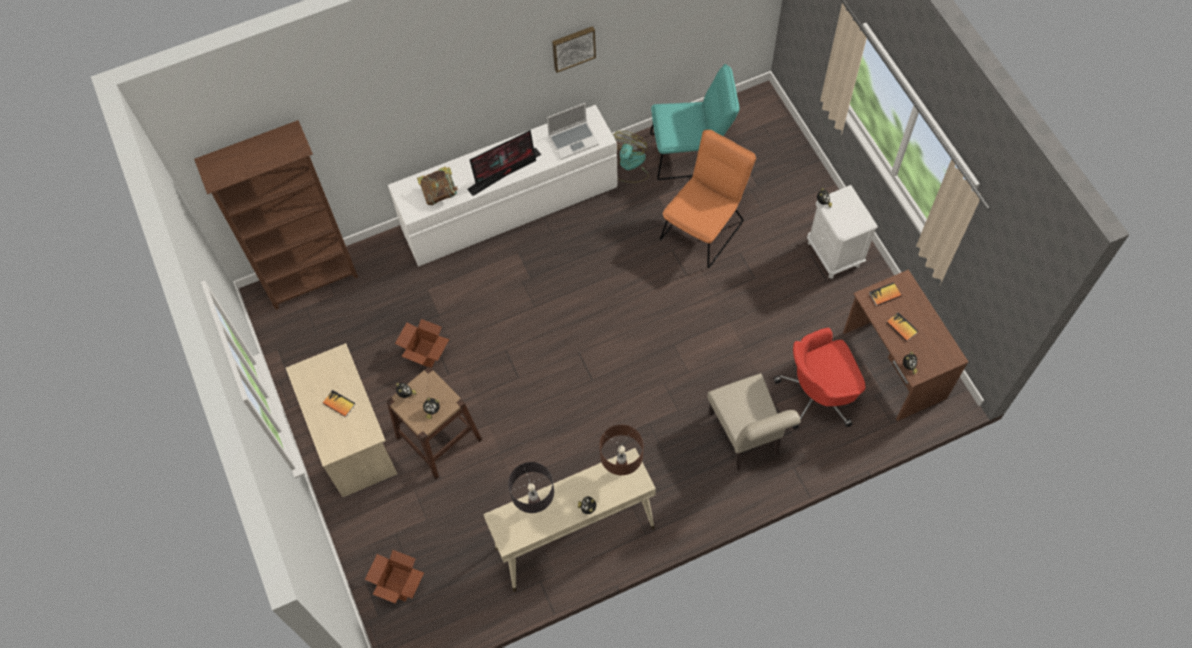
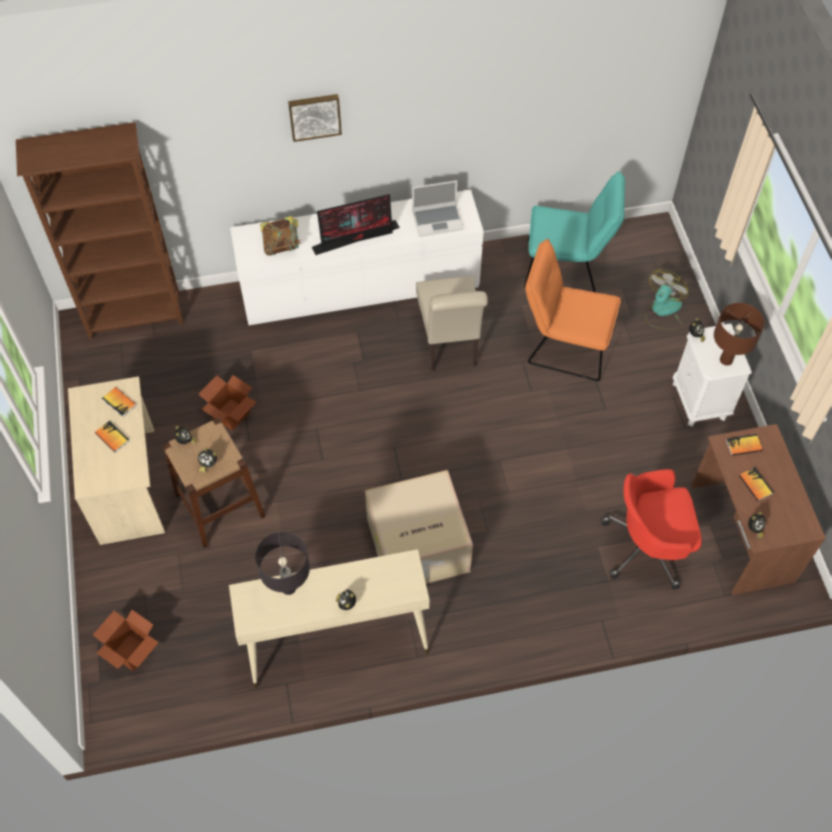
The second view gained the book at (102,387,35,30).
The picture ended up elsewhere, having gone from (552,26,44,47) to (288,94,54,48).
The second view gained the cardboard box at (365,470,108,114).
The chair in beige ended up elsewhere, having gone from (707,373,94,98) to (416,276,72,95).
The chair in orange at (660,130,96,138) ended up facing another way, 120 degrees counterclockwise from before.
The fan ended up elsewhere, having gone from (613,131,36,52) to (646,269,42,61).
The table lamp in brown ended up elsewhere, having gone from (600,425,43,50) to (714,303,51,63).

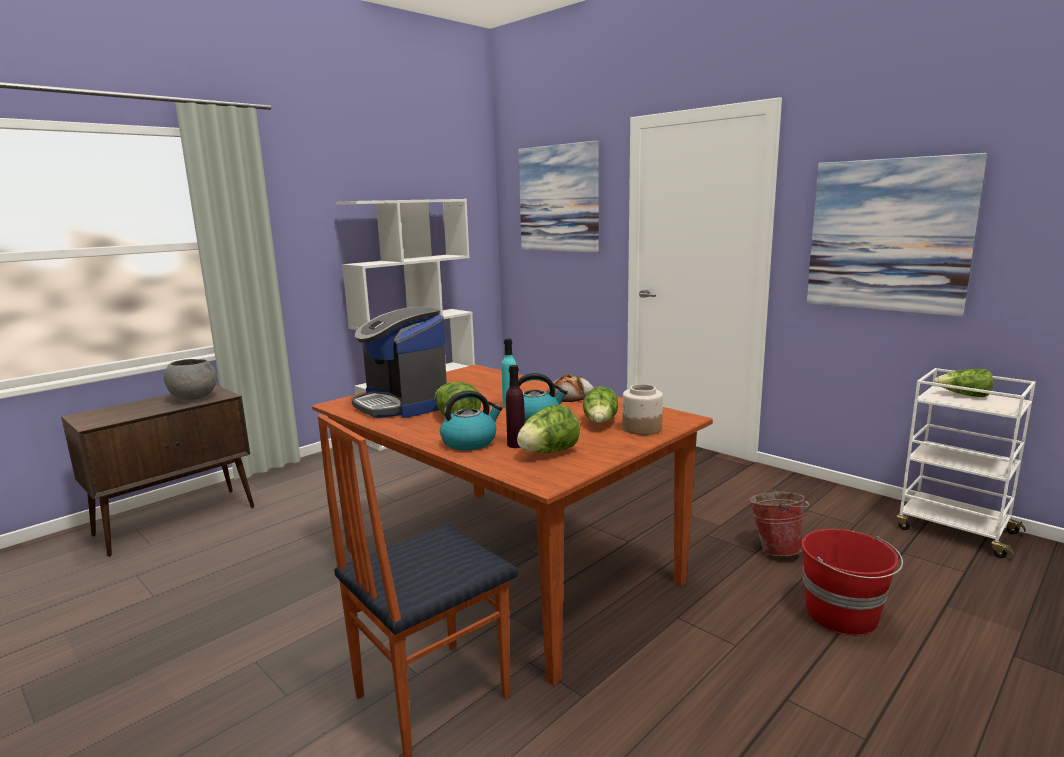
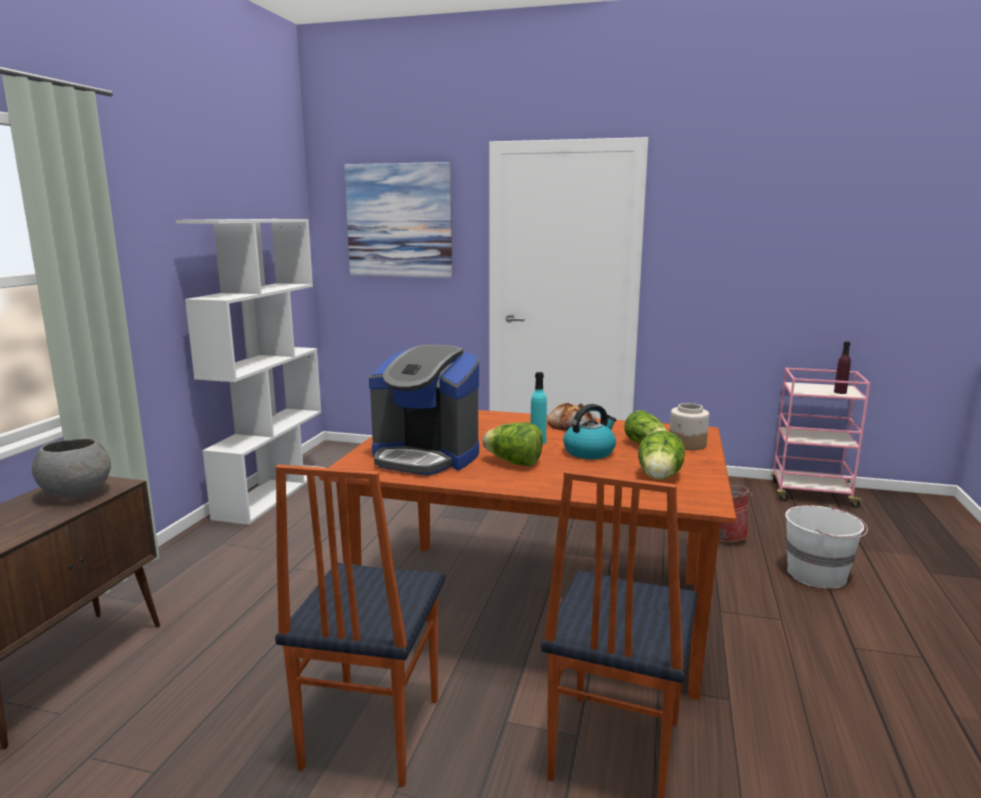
The second view gained the chair at (275,464,170,323).
What was the cart in white at (896,368,140,190) turned into the cart in pink at (771,368,99,140).
What was the bucket in red at (801,529,102,106) turned into the bucket in white at (785,505,83,84).
The bottle in purple ended up elsewhere, having gone from (506,365,19,83) to (834,341,17,53).
The second view lost the kettle at (440,390,62,60).
The second view lost the picture at (807,153,180,163).
The second view lost the lettuce at (934,369,59,28).

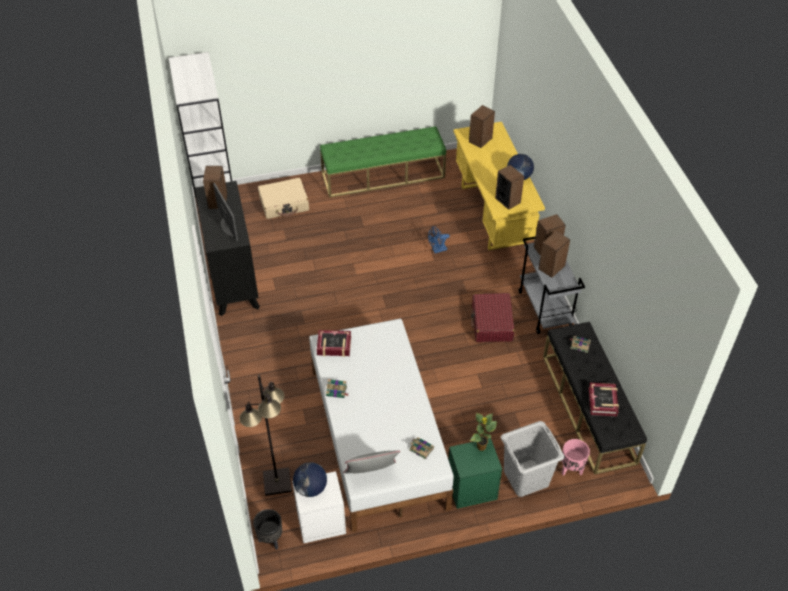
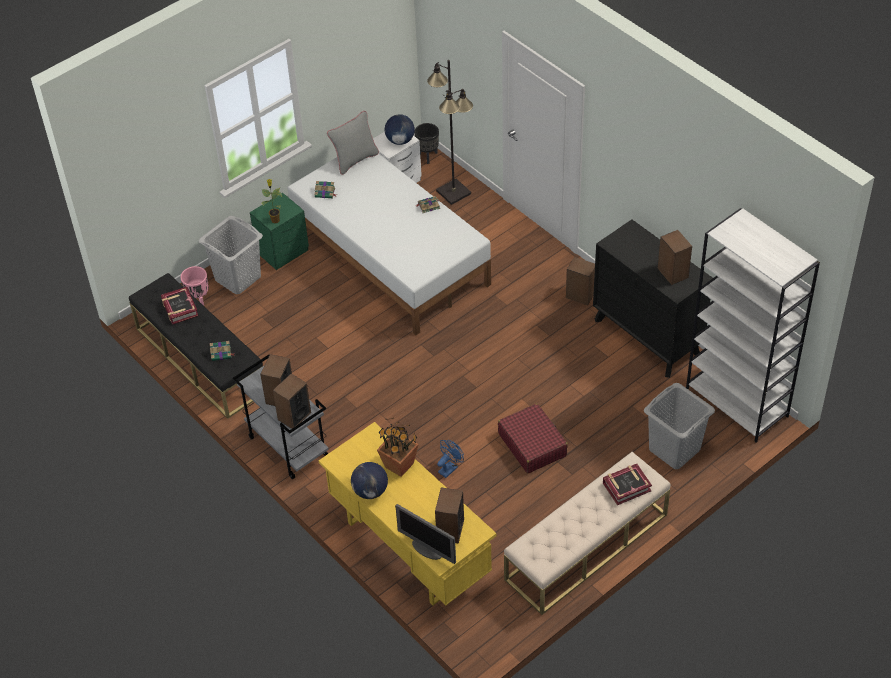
The second view gained the potted plant at (377,418,42,59).
The monitor ended up elsewhere, having gone from (213,183,25,58) to (395,504,61,60).
The suitcase in red ended up elsewhere, having gone from (471,293,44,49) to (498,404,70,69).
What was the bench in green at (320,126,126,72) turned into the bench in beige at (504,452,167,163).
The speaker ended up elsewhere, having gone from (495,165,29,45) to (566,257,29,48).
The book ended up elsewhere, having gone from (317,330,34,27) to (603,464,49,41).
Where the suitcase in beige stood at (258,178,51,41), the laundry basket in grey came to stand at (644,383,71,86).

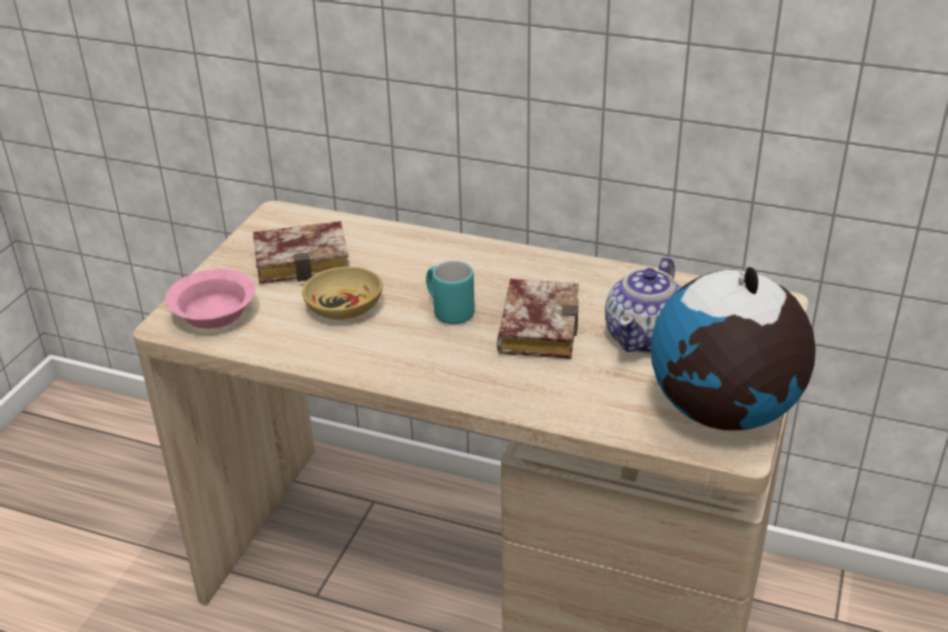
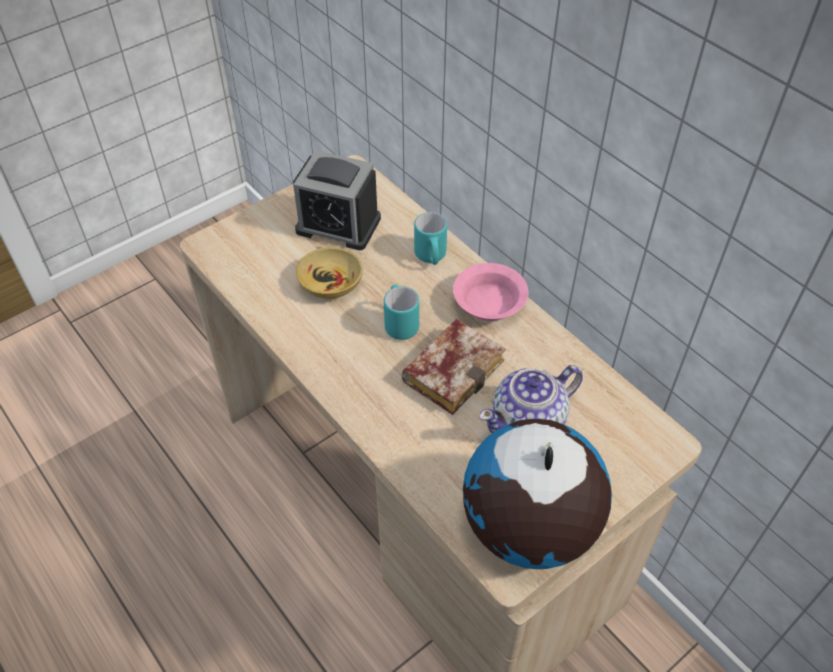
Where the book stood at (253,221,96,63), the alarm clock came to stand at (293,150,88,100).
The second view gained the mug in turquoise at (414,212,33,53).
The bowl in pink ended up elsewhere, having gone from (165,269,90,60) to (453,263,75,58).

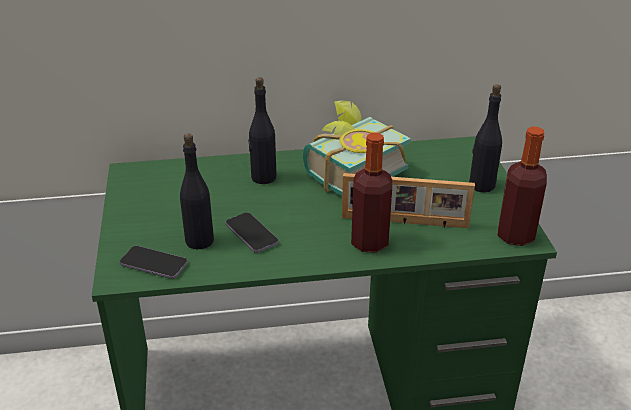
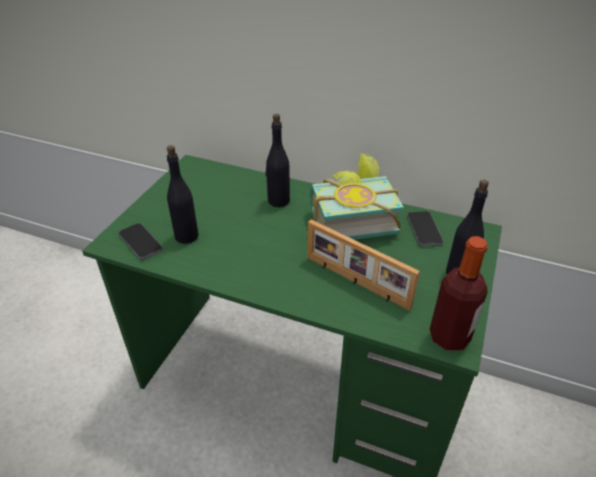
The phone ended up elsewhere, having gone from (226,212,53,41) to (407,211,36,35).
The second view lost the bottle at (351,132,41,121).

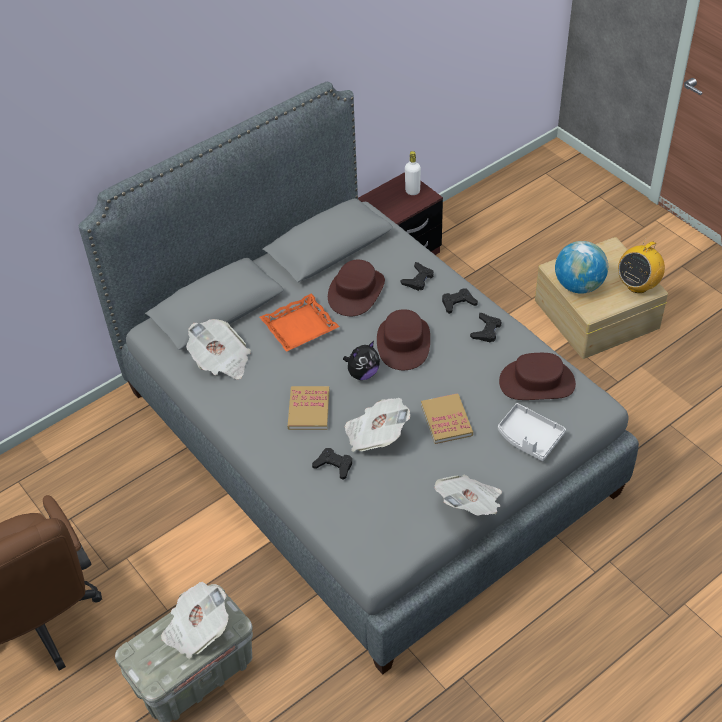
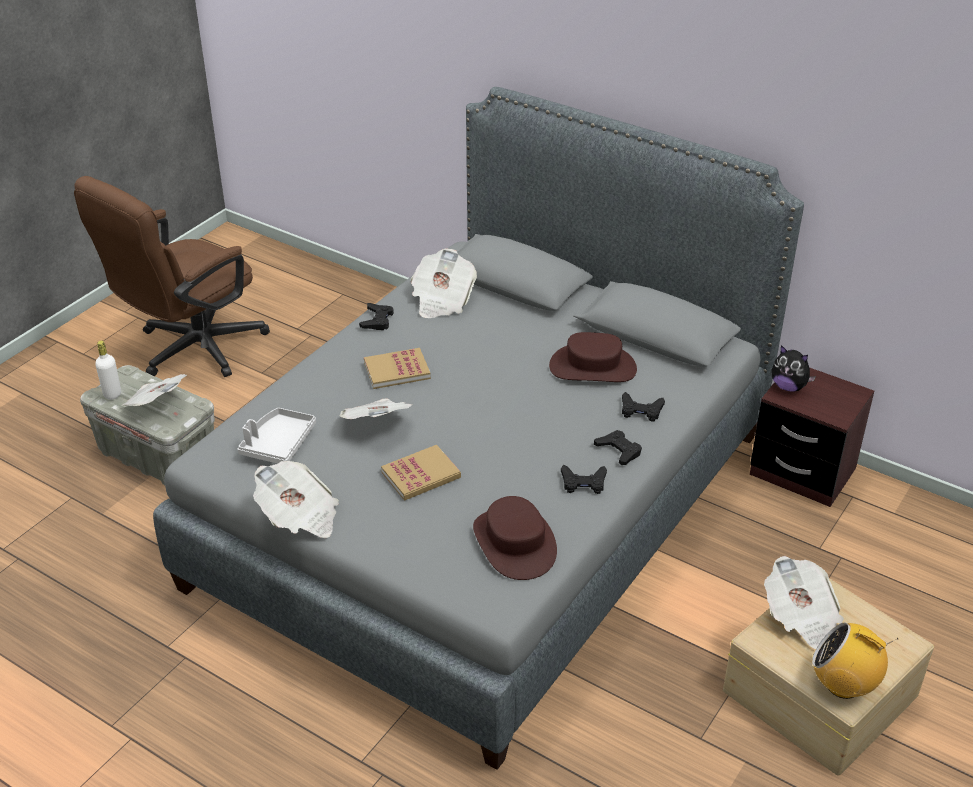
The bottle in white ended up elsewhere, having gone from (405,151,16,44) to (95,340,26,60).
The tray in grey ended up elsewhere, having gone from (498,403,68,58) to (238,408,78,55).
The game controller in black ended up elsewhere, having gone from (312,448,40,32) to (359,303,35,27).
Where the globe stood at (555,241,53,53), the newspaper came to stand at (764,556,80,93).
The plush toy ended up elsewhere, having gone from (343,341,37,39) to (771,345,45,47).
The second view lost the tray in orange at (260,293,79,59).
The second view lost the hat in brown at (377,309,53,61).

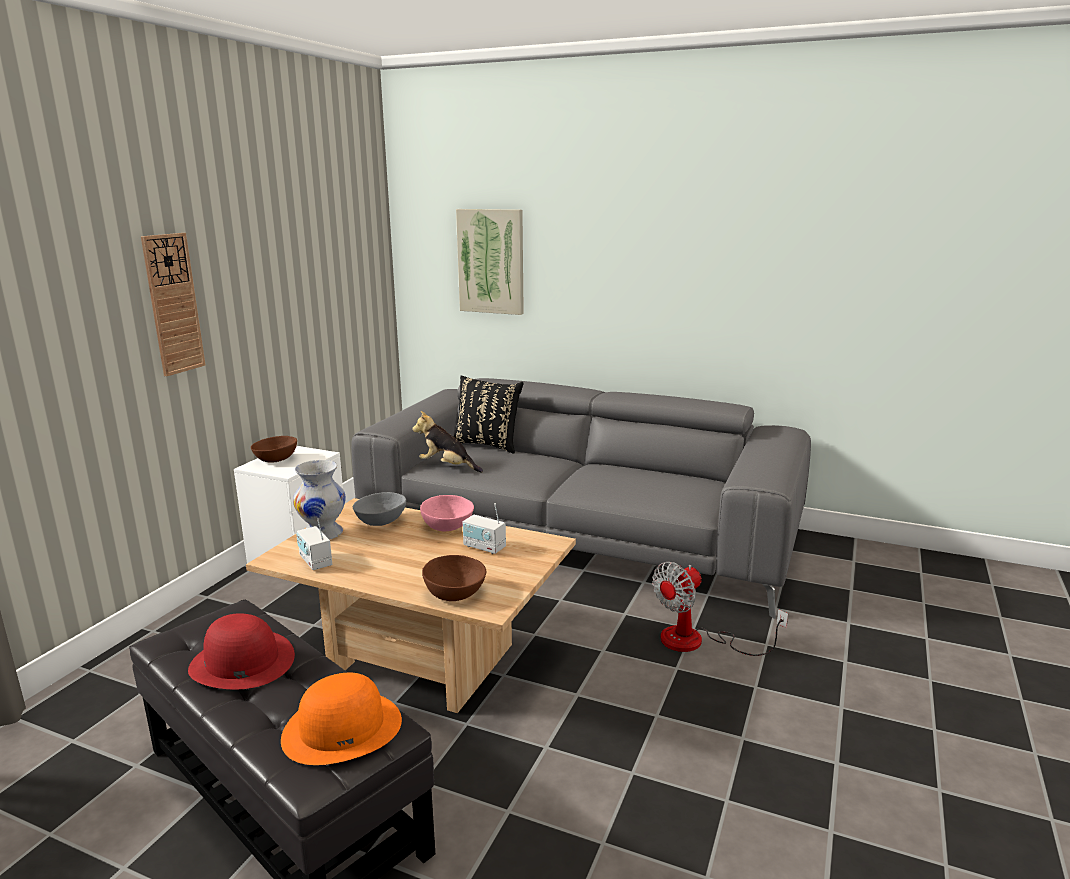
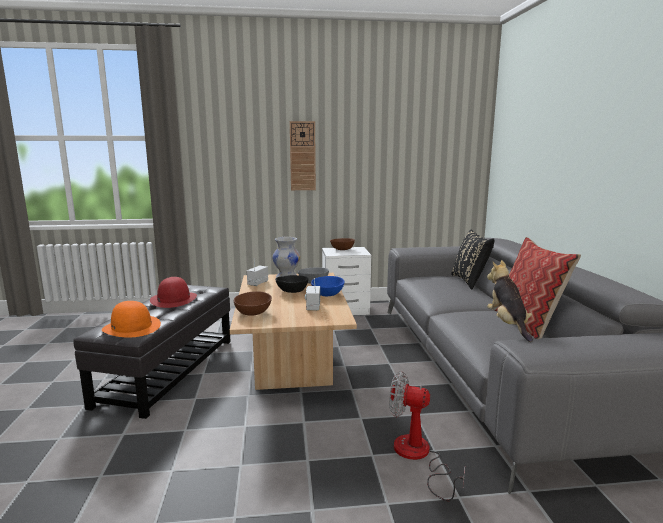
The second view gained the bowl in black at (275,275,33,18).
What was the bowl in pink at (420,495,54,36) turned into the bowl in blue at (311,276,34,20).
The plush toy ended up elsewhere, having gone from (412,411,71,61) to (487,260,46,82).
The second view gained the pillow at (495,237,86,102).
The second view lost the picture at (456,209,68,106).

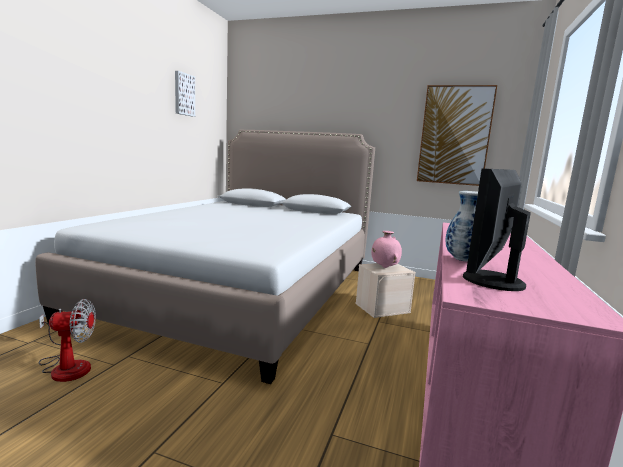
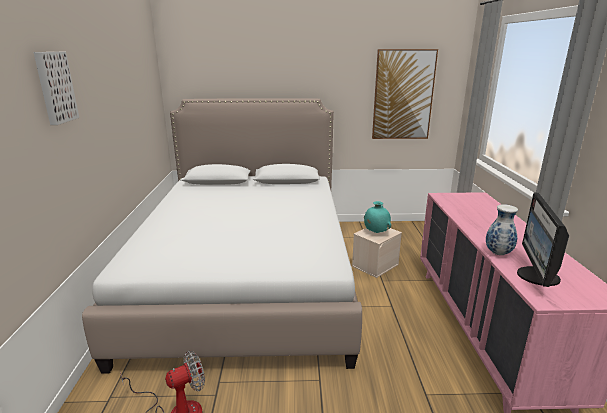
The picture ended up elsewhere, having gone from (175,71,20,46) to (33,52,46,73).
What was the vase in pink at (371,231,31,37) turned into the vase in turquoise at (364,201,27,32).

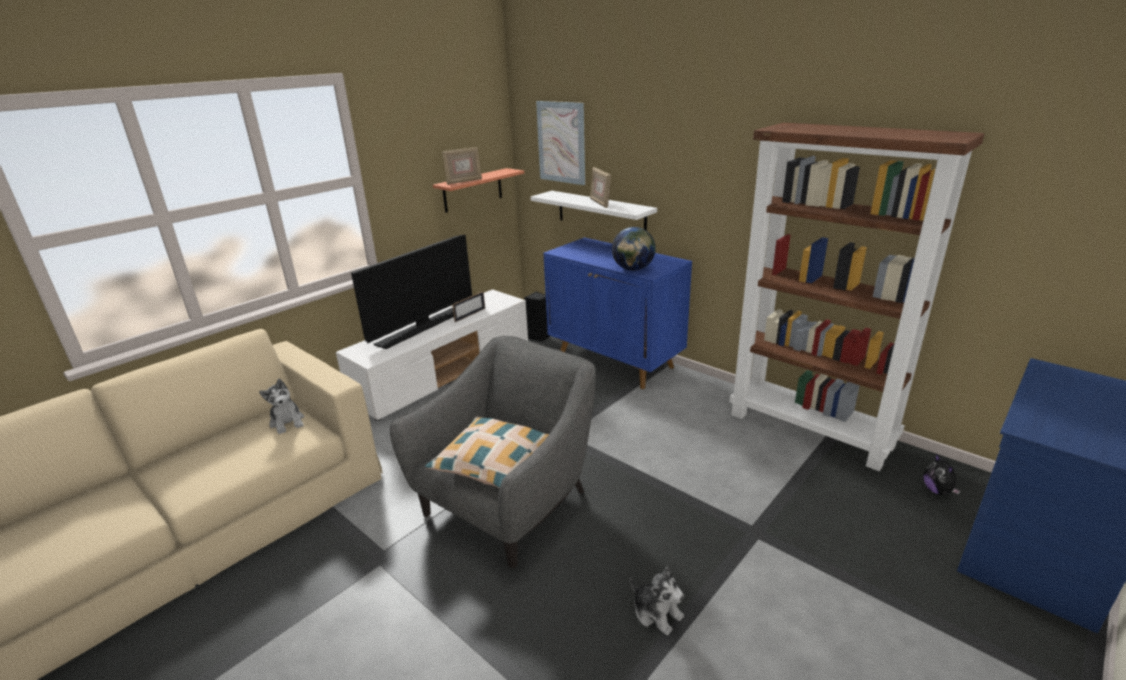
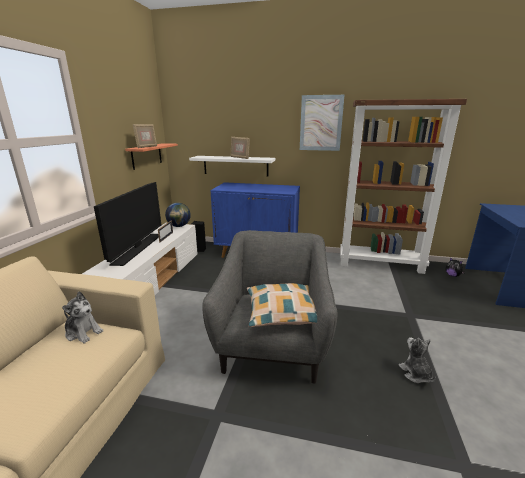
The globe ended up elsewhere, having gone from (612,227,44,44) to (165,203,26,24).
The picture ended up elsewhere, having gone from (536,101,49,84) to (300,95,44,56).
The plush toy at (630,567,54,68) ended up facing another way, 120 degrees counterclockwise from before.

